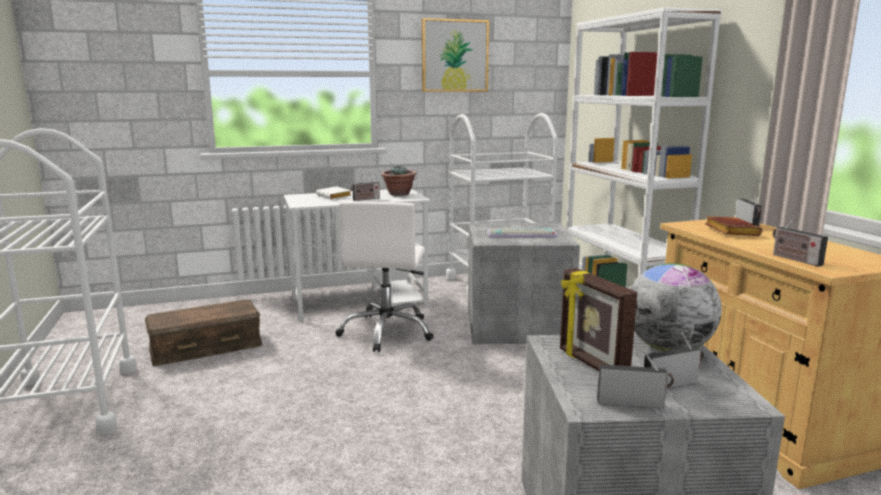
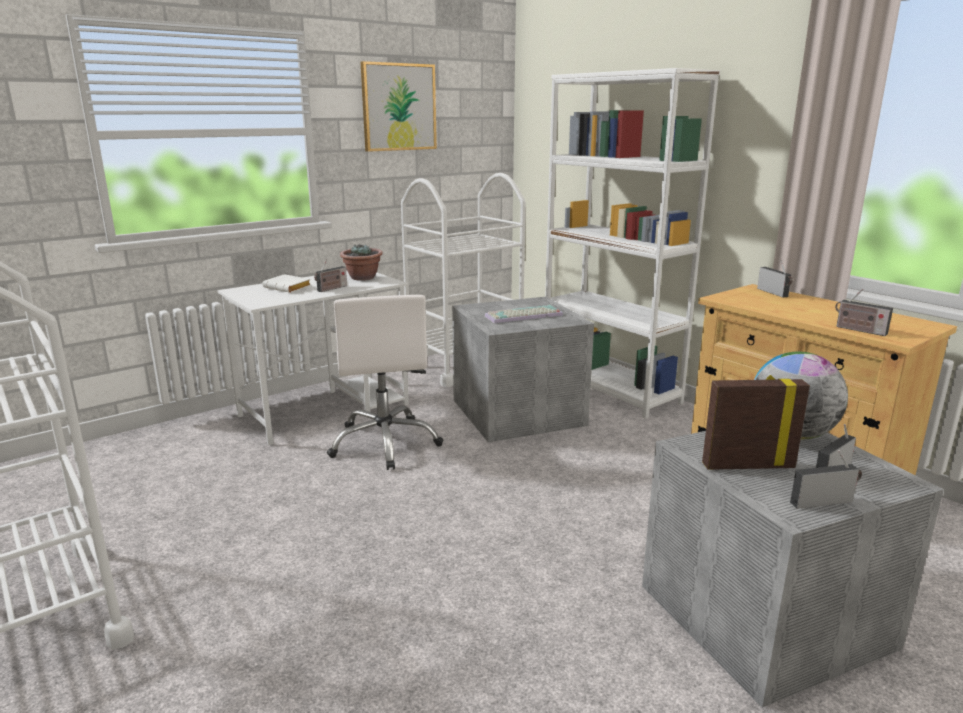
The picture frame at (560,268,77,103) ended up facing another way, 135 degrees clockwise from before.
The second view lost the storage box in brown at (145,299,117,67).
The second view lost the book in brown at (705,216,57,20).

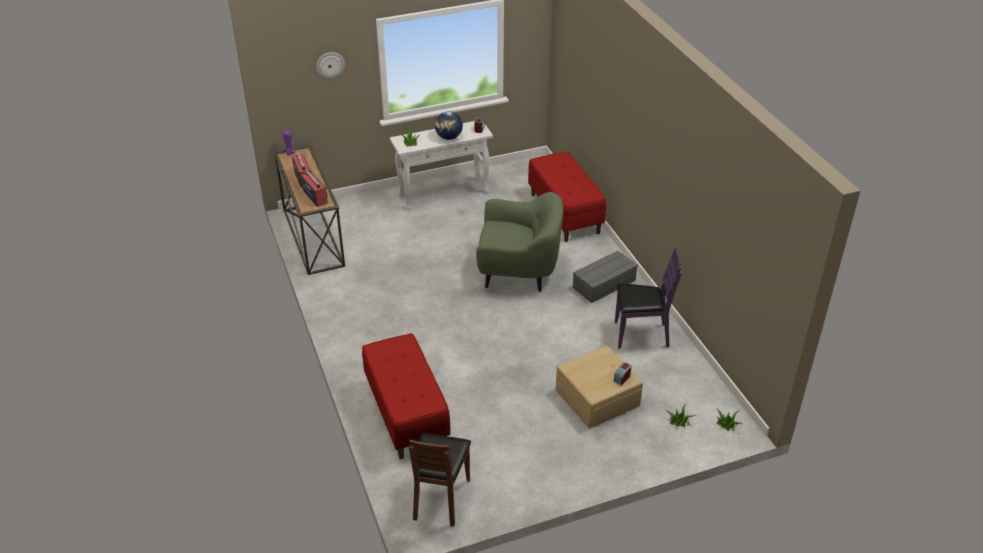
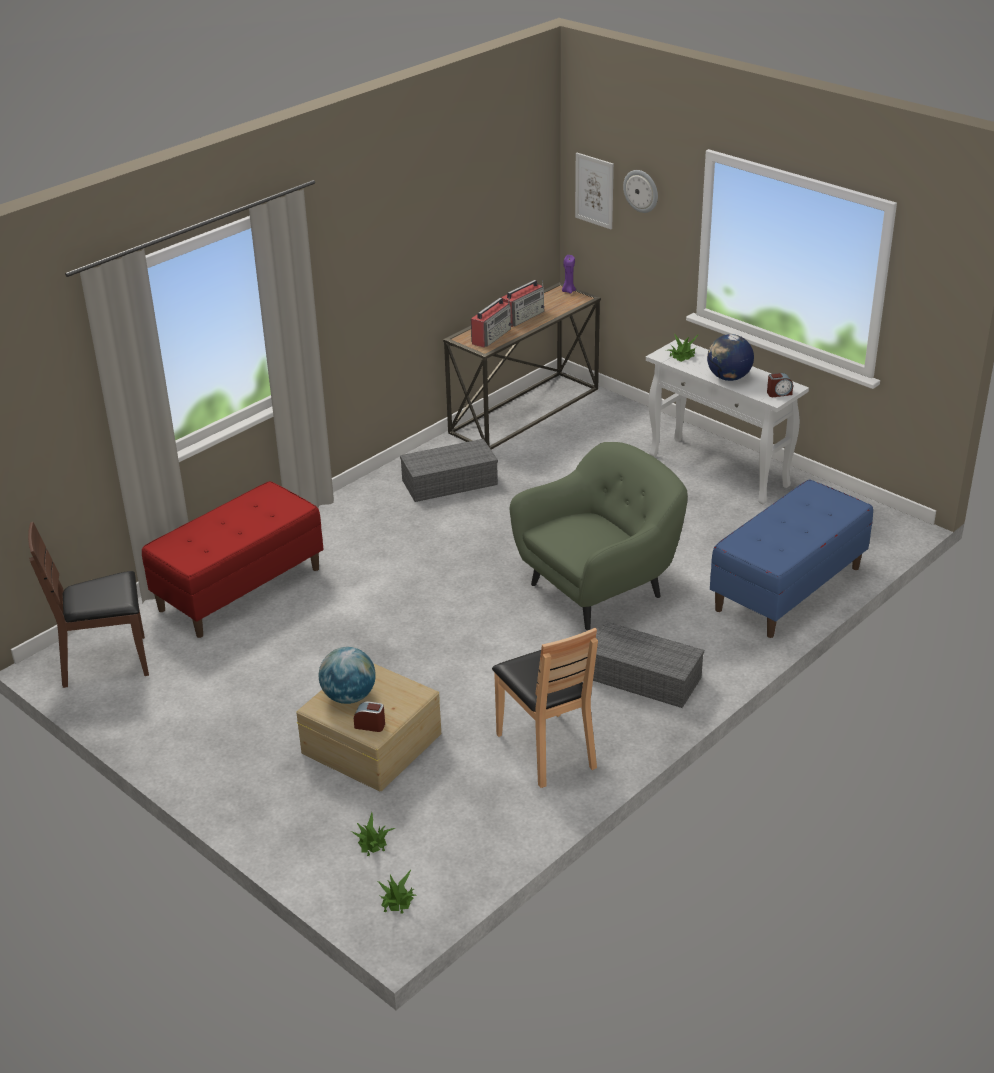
The second view gained the globe at (319,647,57,57).
The second view gained the storage box in grey at (400,439,98,63).
What was the chair in purple at (615,248,67,101) turned into the chair in brown at (492,628,106,160).
The armchair in green at (476,192,87,100) ended up facing another way, 105 degrees counterclockwise from before.
The second view gained the picture at (575,153,39,76).
What was the bench in red at (528,151,78,91) turned into the bench in blue at (710,479,163,159).

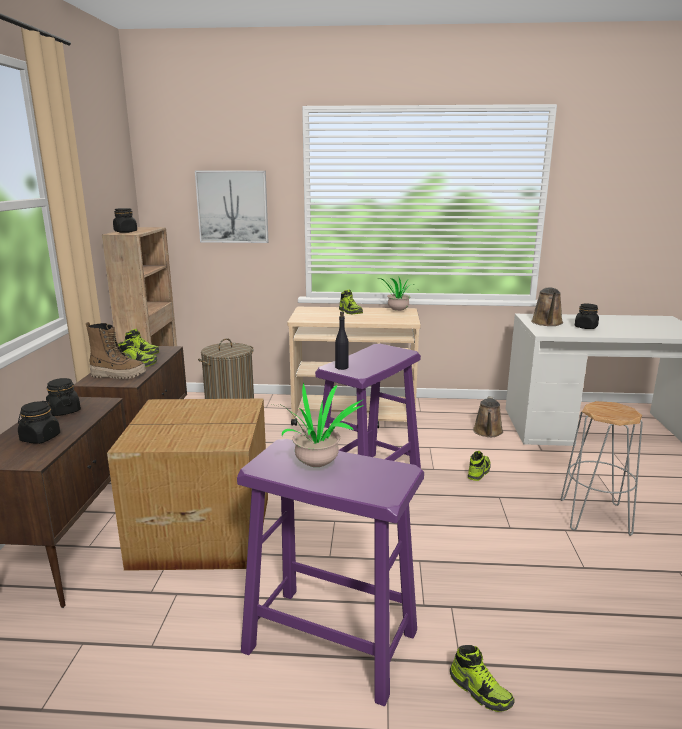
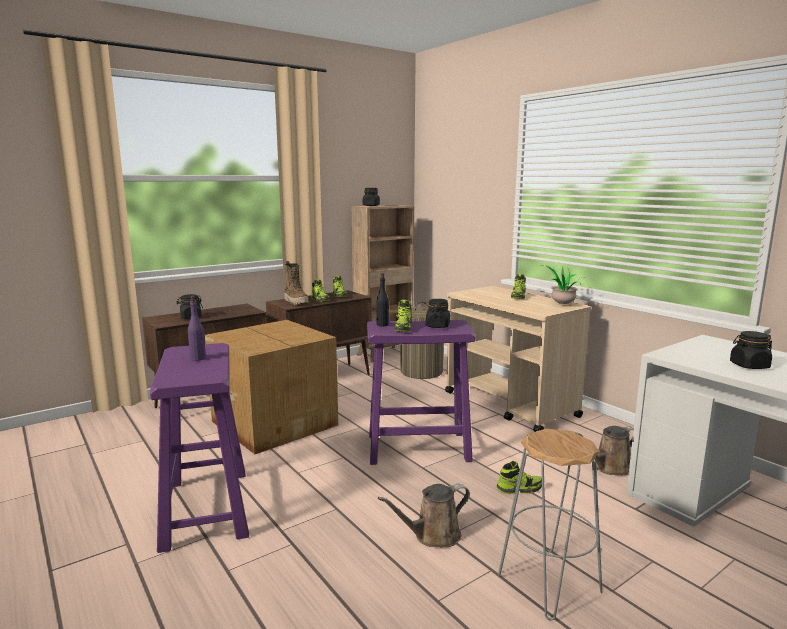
Where the potted plant stood at (279,382,85,85), the bottle in purple came to stand at (188,296,18,65).
The watering can in brown ended up elsewhere, having gone from (531,287,32,39) to (378,484,92,63).
The shoe ended up elsewhere, having gone from (450,645,65,67) to (394,300,17,32).
The jar in black ended up elsewhere, having gone from (46,378,35,38) to (426,299,24,29).
The second view lost the picture at (195,171,74,72).

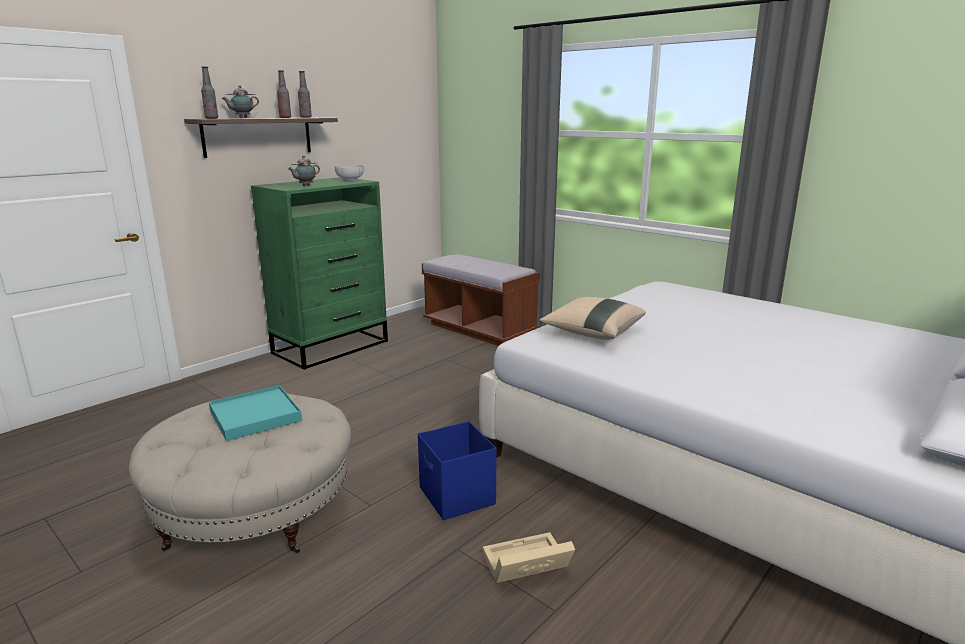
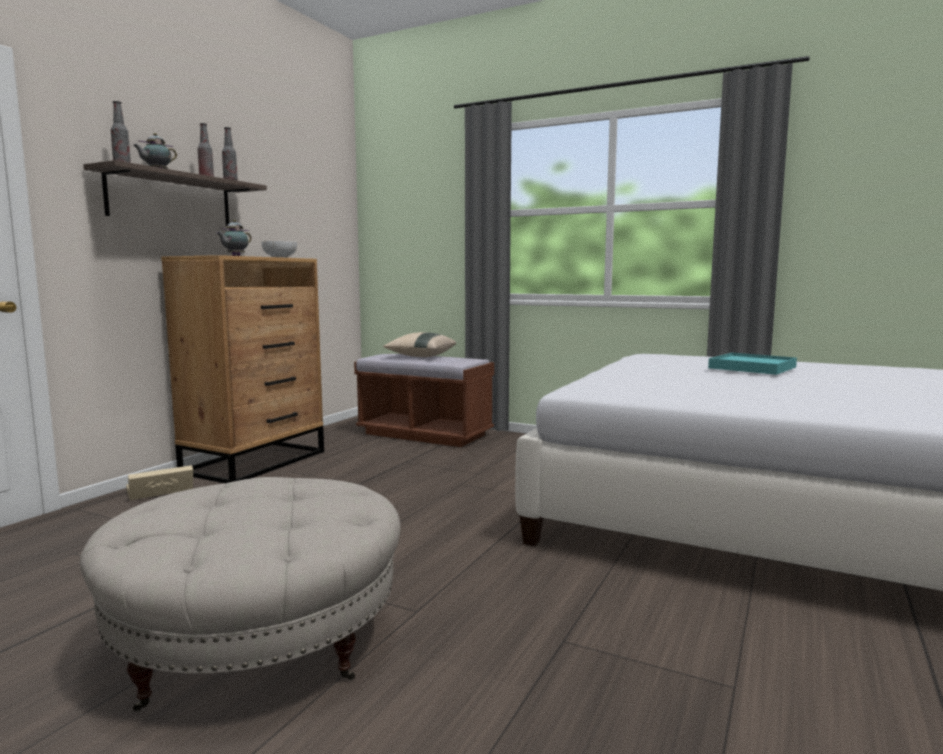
The storage box in beige ended up elsewhere, having gone from (483,532,92,51) to (126,465,67,35).
What was the dresser in green at (251,177,137,193) turned into the dresser in brown at (161,255,163,228).
The pillow in beige ended up elsewhere, having gone from (540,297,106,43) to (383,332,73,25).
The tray in turquoise ended up elsewhere, having gone from (209,385,93,56) to (708,353,89,22).
The second view lost the storage box in blue at (418,421,79,99).

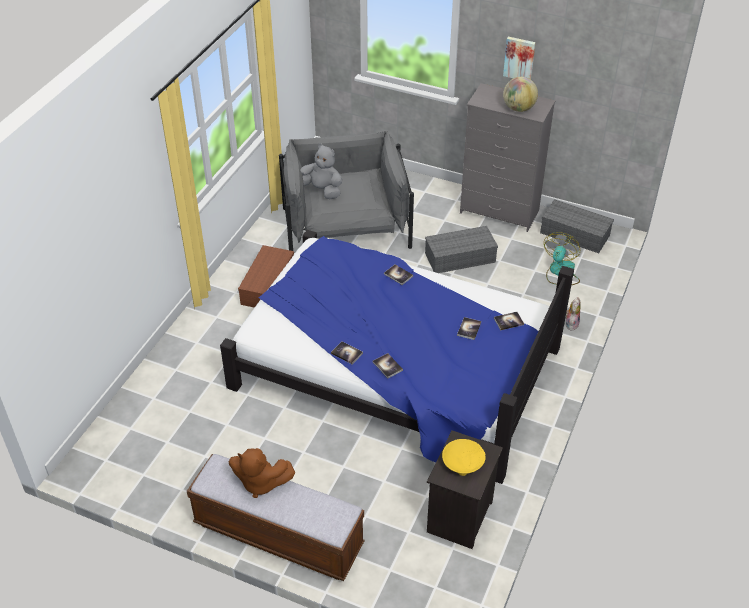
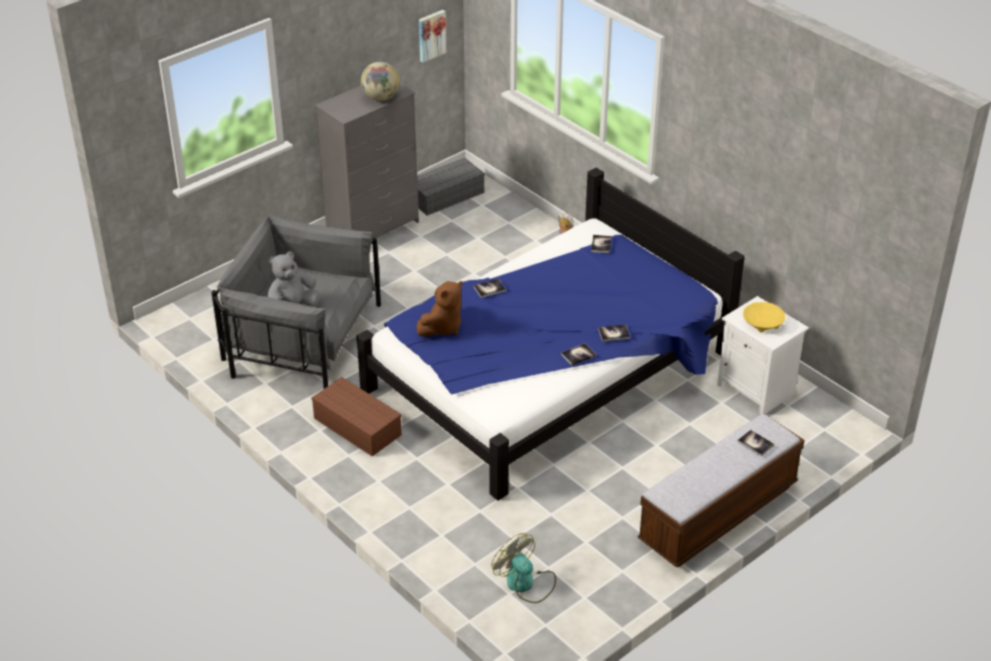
The plush toy in brown ended up elsewhere, having gone from (229,448,66,50) to (416,281,46,56).
The picture ended up elsewhere, having gone from (503,37,33,42) to (419,10,27,53).
The fan ended up elsewhere, having gone from (544,232,36,53) to (491,533,65,70).
What was the nightstand in black at (427,430,76,119) turned into the nightstand in white at (717,296,92,118).
The book ended up elsewhere, having gone from (457,317,24,23) to (737,430,38,27).
The second view lost the storage box in grey at (425,226,73,47).

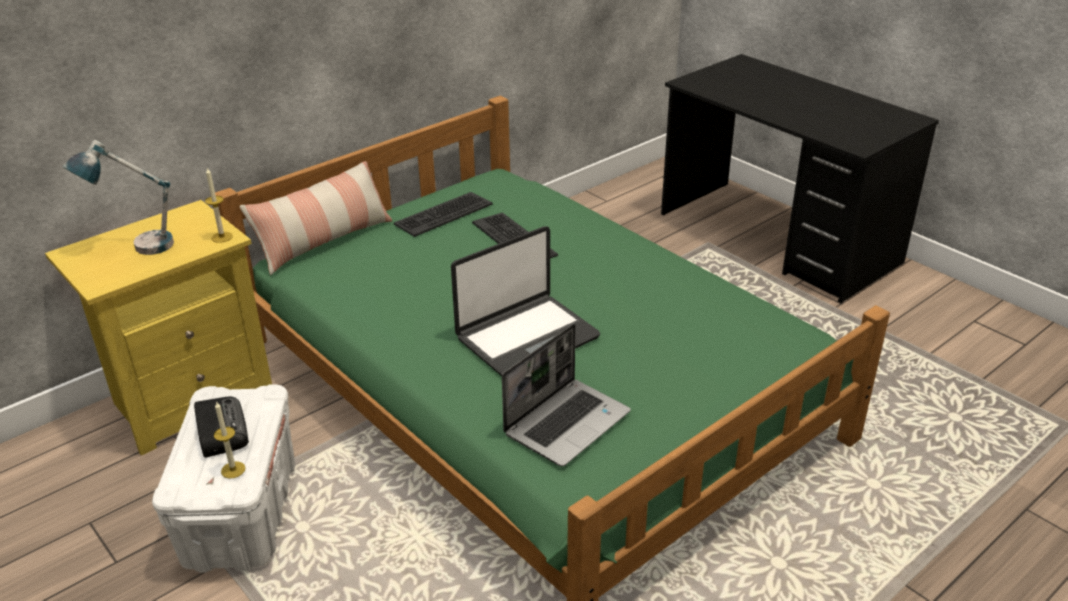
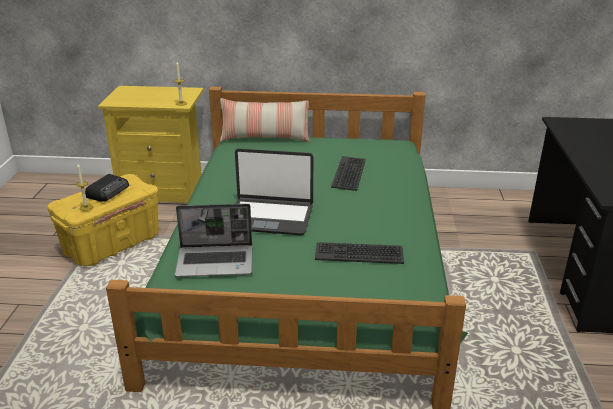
What was the storage box in white at (152,384,143,189) turned into the storage box in yellow at (47,174,112,92).
The keyboard ended up elsewhere, having gone from (394,192,99,45) to (315,242,89,22).
The second view lost the table lamp at (63,140,111,115).

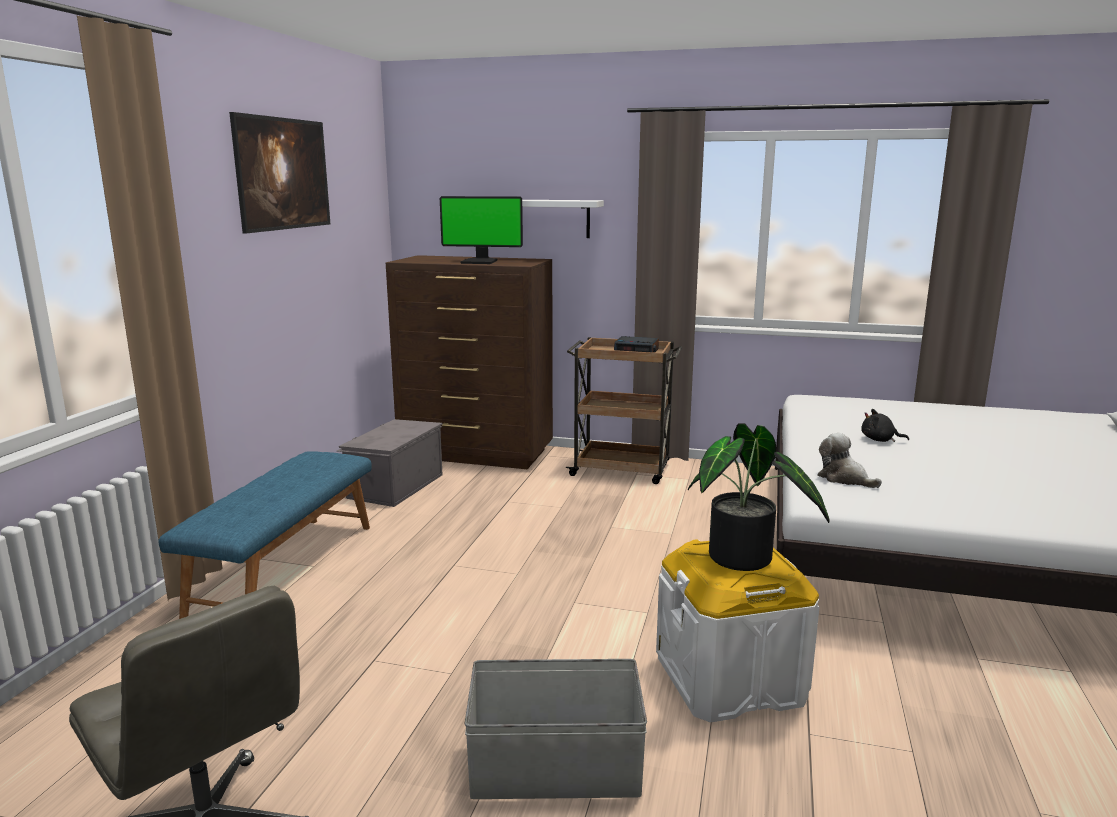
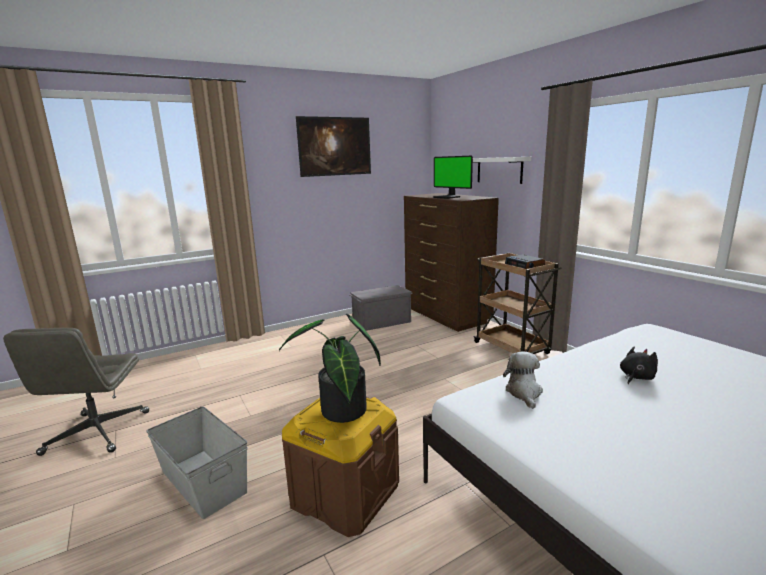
What was the storage box in white at (656,539,164,184) turned into the storage box in brown at (282,397,117,140).
The plush toy in black at (861,409,48,33) ended up facing another way, 75 degrees clockwise from before.
The second view lost the bench in blue at (158,451,214,168).

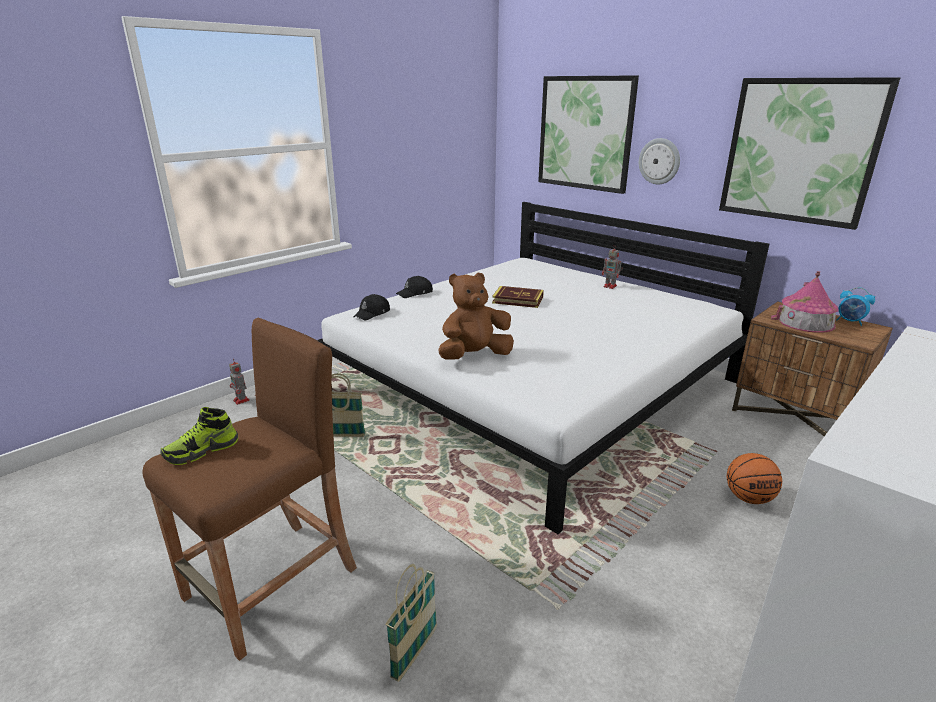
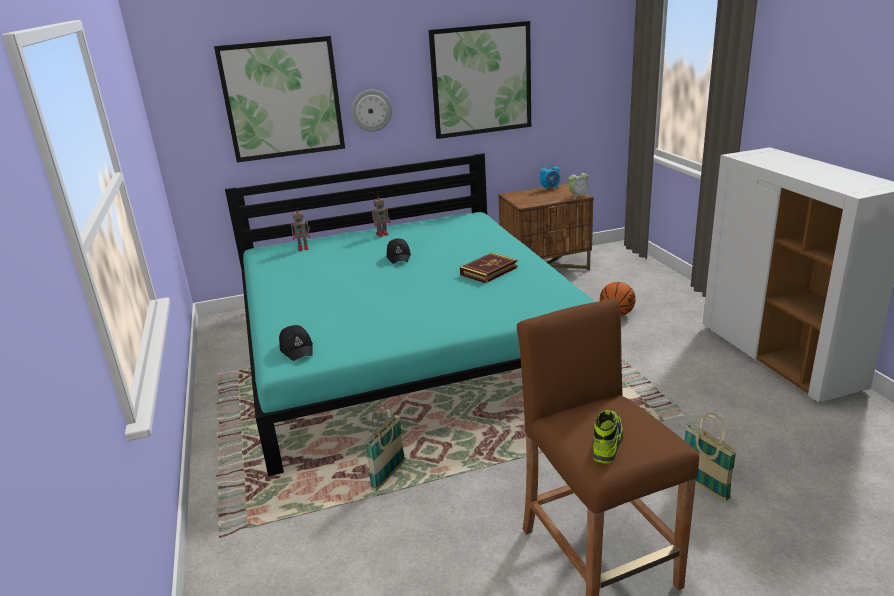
What was the bed in white at (317,202,452,332) turned into the bed in turquoise at (225,153,370,323).
The toy robot ended up elsewhere, having gone from (229,358,21,47) to (291,211,19,40).
The cap in black ended up elsewhere, having gone from (396,276,37,22) to (386,238,25,26).
The book ended up elsewhere, having gone from (492,286,52,22) to (460,253,58,30).
The second view gained the alarm clock at (568,170,21,29).
The shoe at (160,407,78,58) ended up facing another way, 150 degrees counterclockwise from before.
The second view lost the plush toy in brown at (438,272,76,88).
The second view lost the toy house at (771,271,68,62).

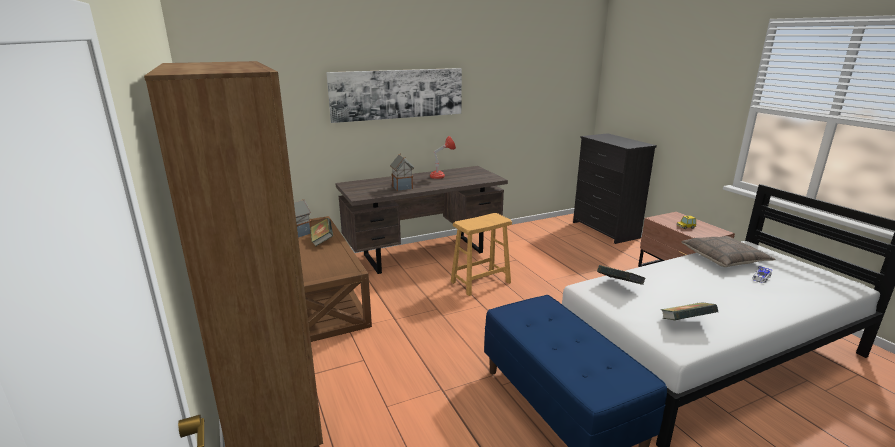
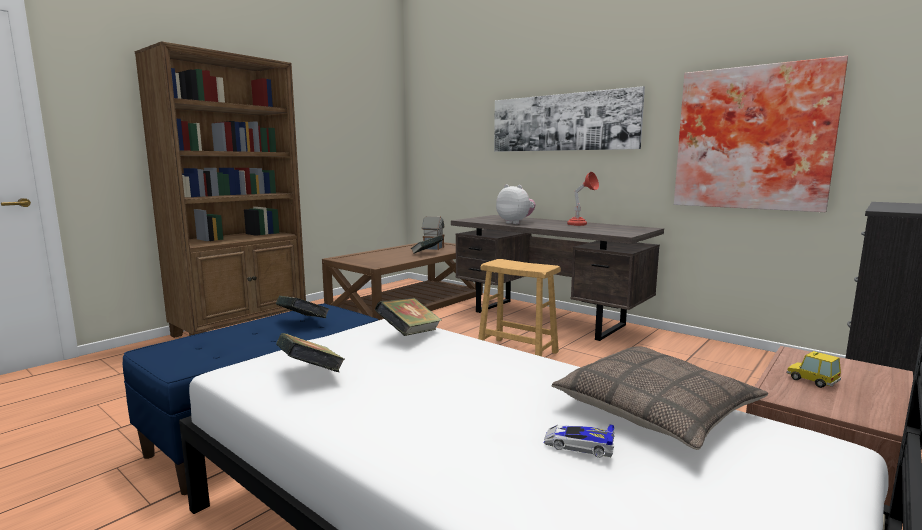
The second view gained the book at (276,296,54,22).
Where the toy house stood at (390,154,24,37), the plush toy came to stand at (496,184,40,40).
The second view gained the picture at (674,56,174,156).

